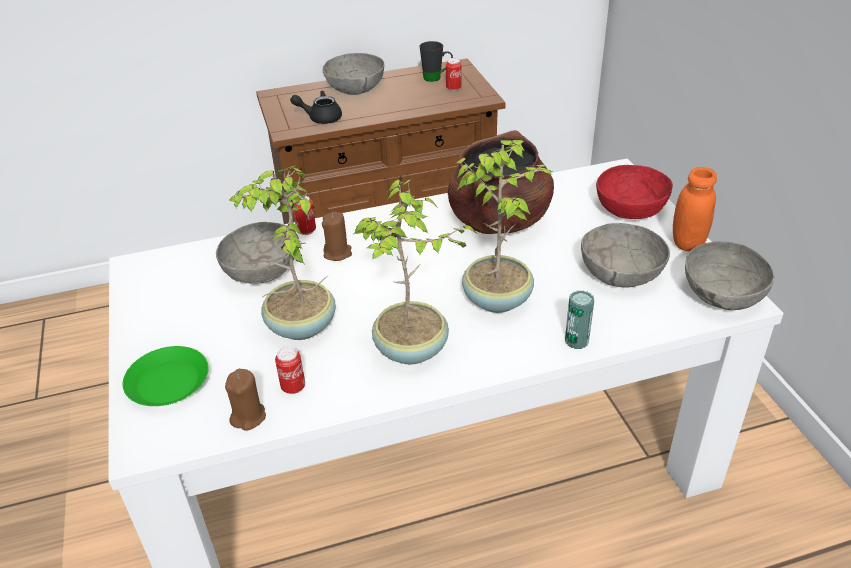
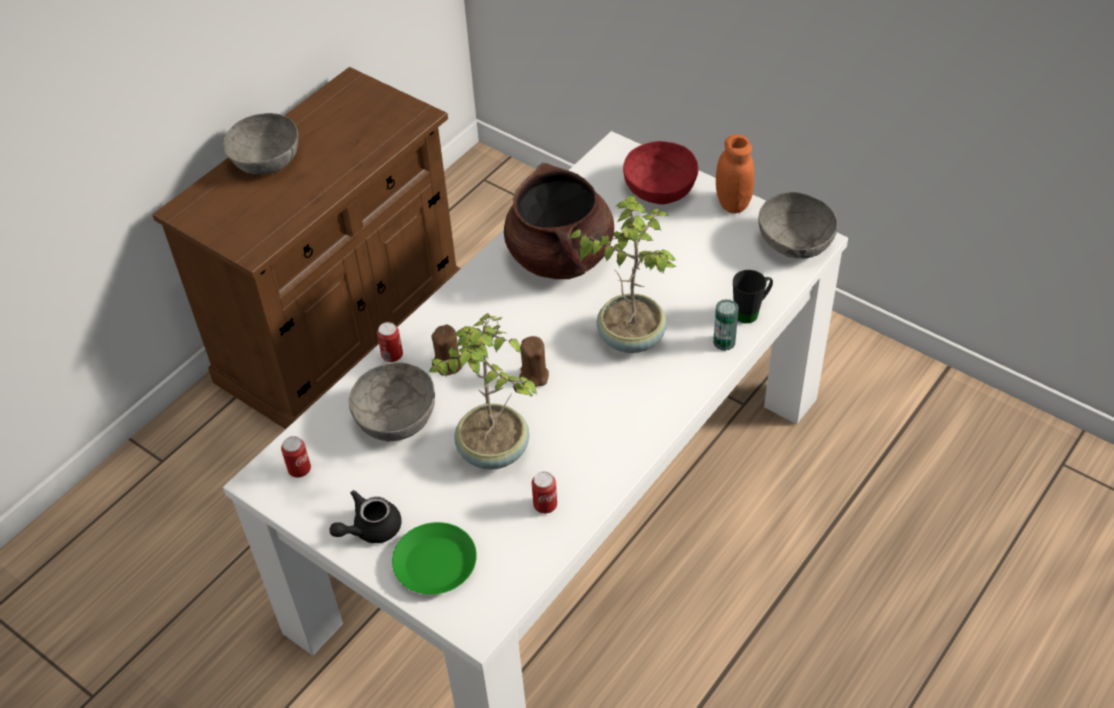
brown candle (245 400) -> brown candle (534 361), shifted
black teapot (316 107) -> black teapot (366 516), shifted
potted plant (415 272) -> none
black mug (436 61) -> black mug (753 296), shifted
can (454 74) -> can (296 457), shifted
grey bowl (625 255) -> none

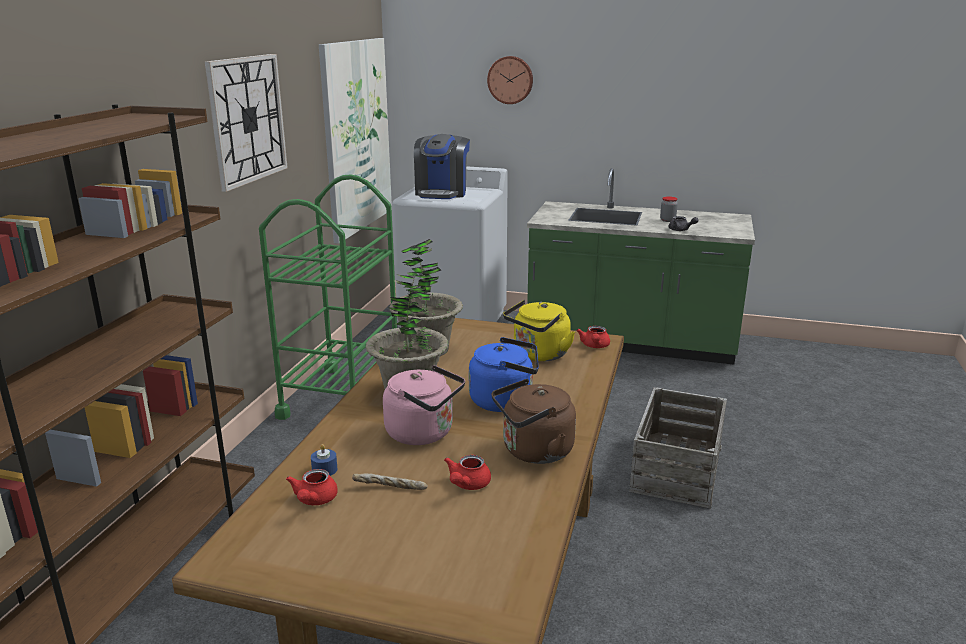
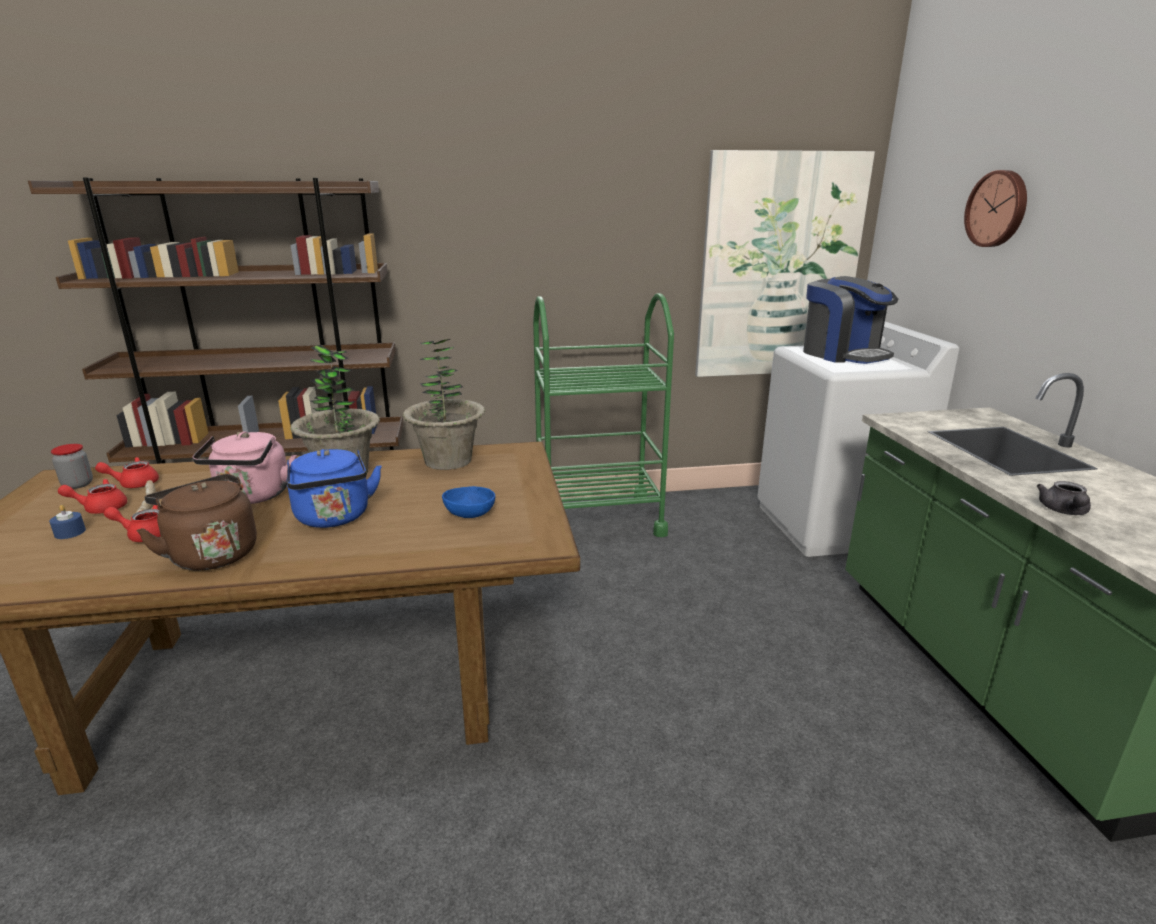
wall clock (246 123) -> none
blue candle (324 460) -> blue candle (67 522), shifted
coffee machine (442 166) -> coffee machine (850 320), 105 degrees counterclockwise
yellow kettle (539 330) -> blue bowl (468 502)
red teapot (593 337) -> red teapot (92 496), shifted
crate (678 448) -> none
jar (669 209) -> jar (72 466), shifted

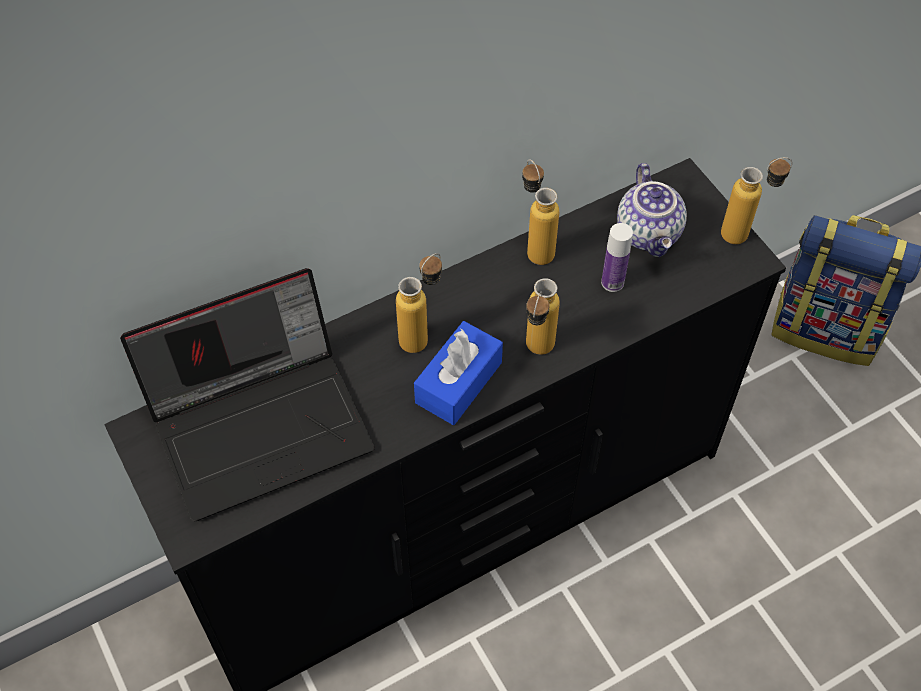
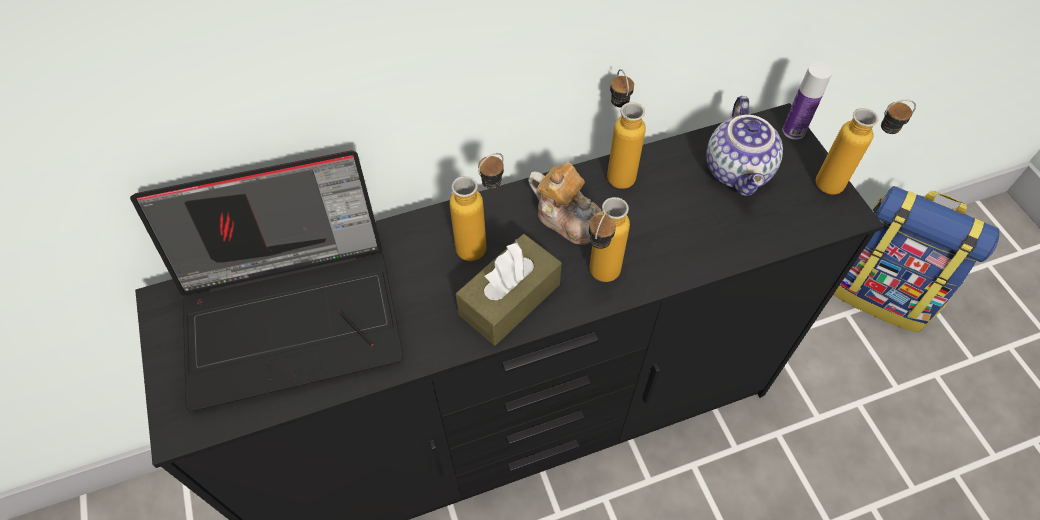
blue tissue box (458 373) -> brown tissue box (509 289)
bottle (617 257) -> bottle (807 101), shifted
none -> teapot (565 204)

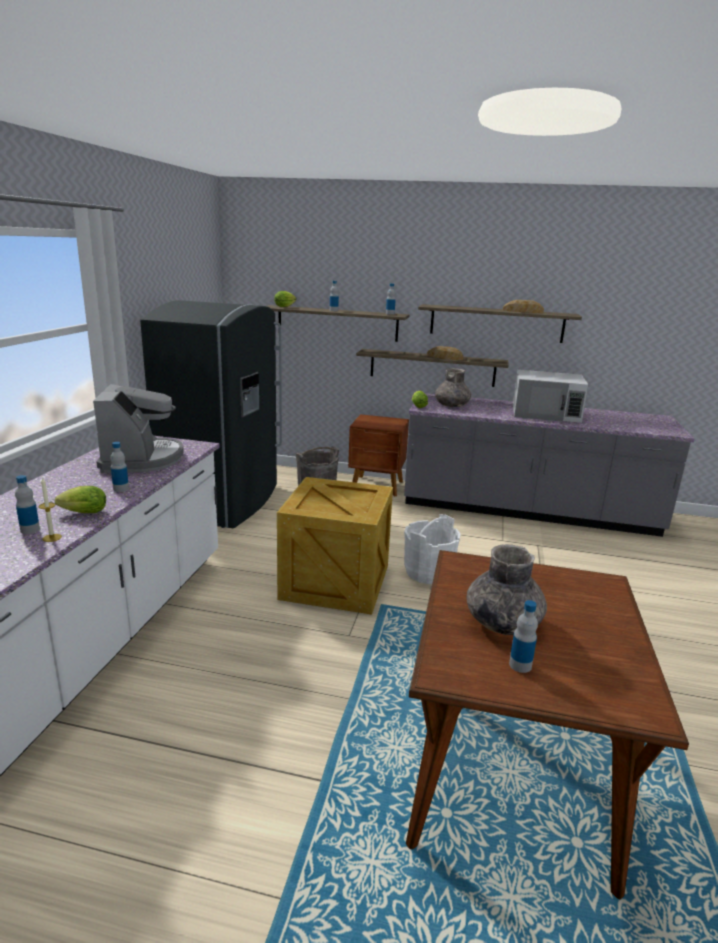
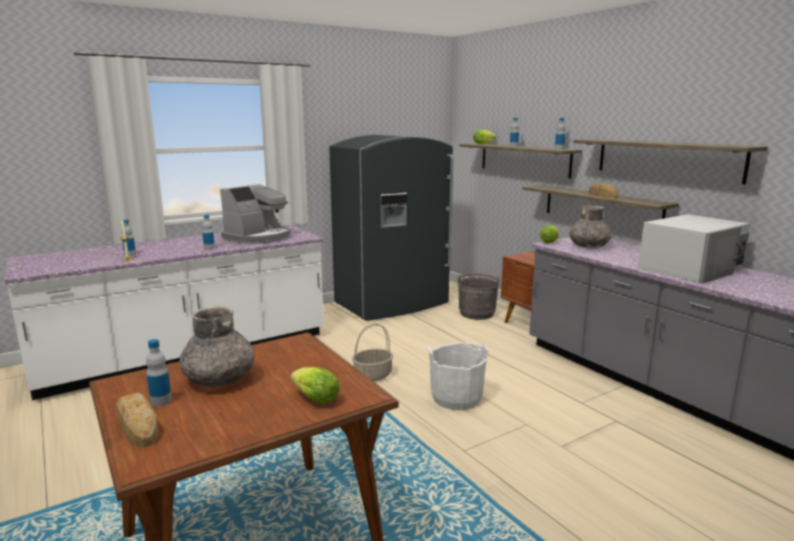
lettuce (80 499) -> lettuce (314 385), shifted
crate (335 545) -> basket (372 352)
bread (523 306) -> bread (137 420), shifted
white microwave (551 396) -> white microwave (694 249), 90 degrees counterclockwise

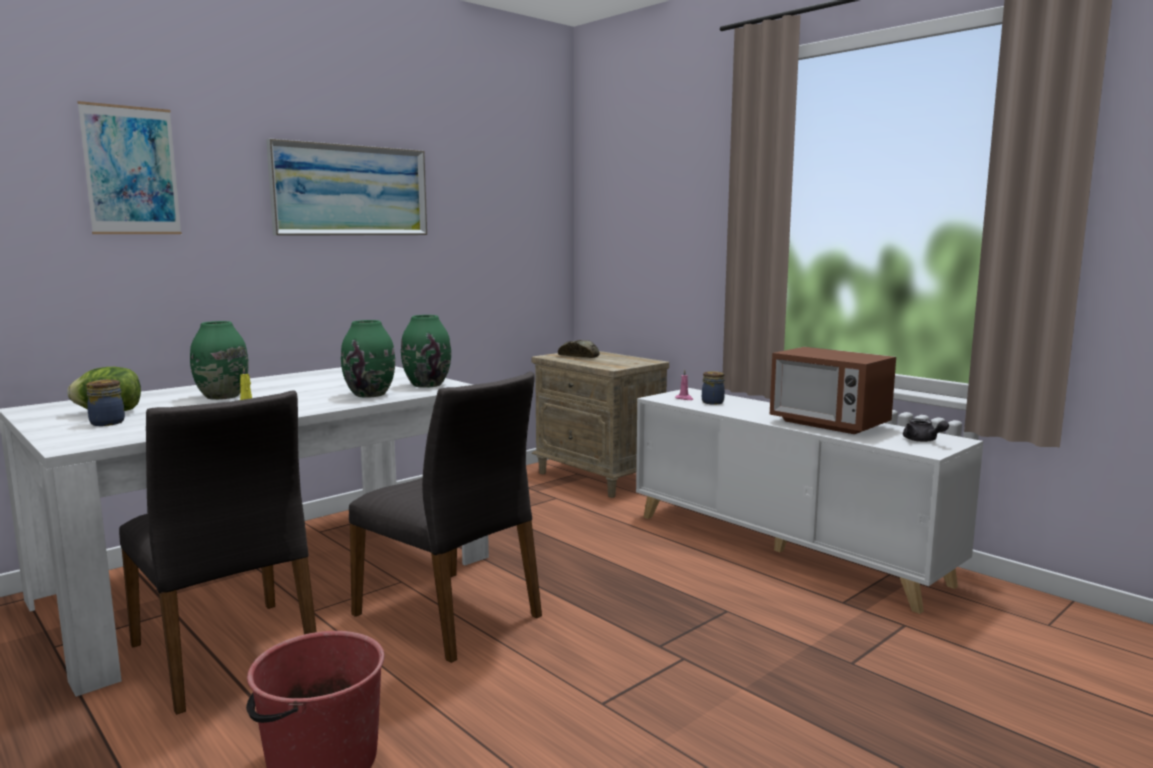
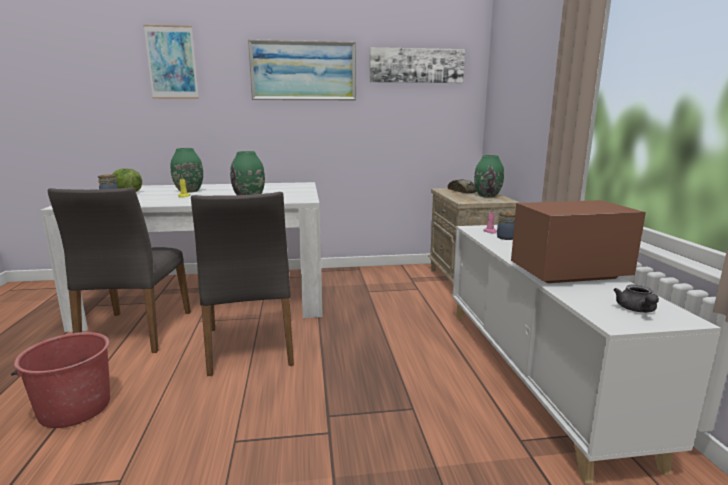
green vase (426 351) -> green vase (489 176), shifted
microwave (833 390) -> microwave (578 241), 90 degrees clockwise
none -> picture (417 65)

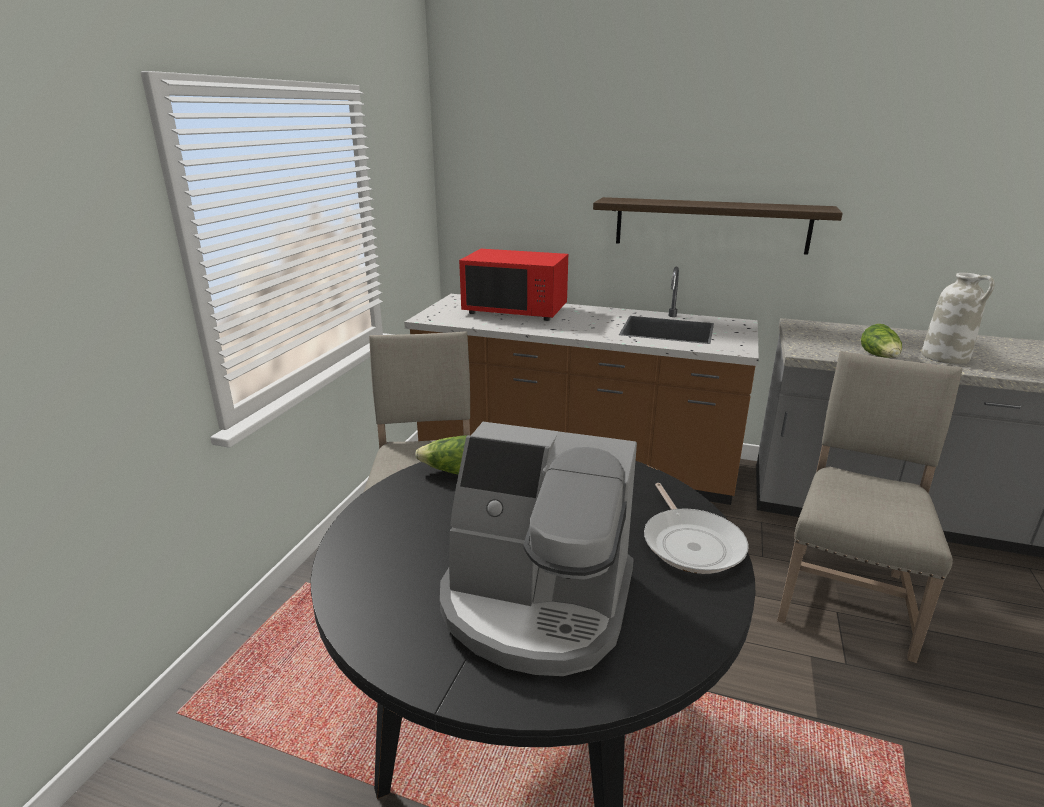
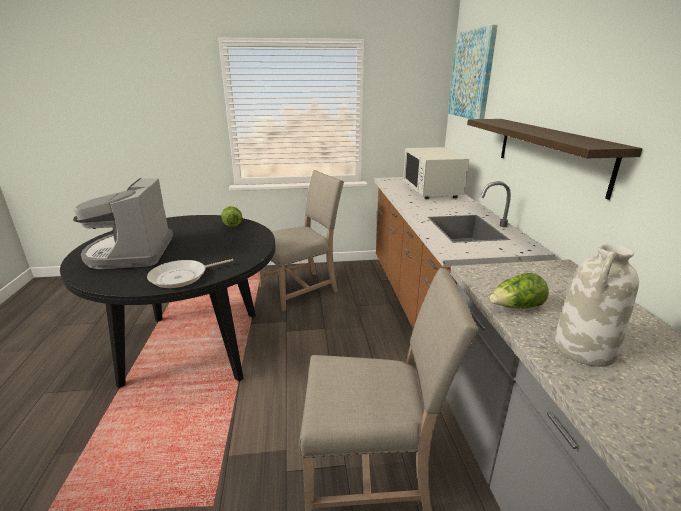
red microwave (513 285) -> white microwave (436 173)
none -> picture (473 72)

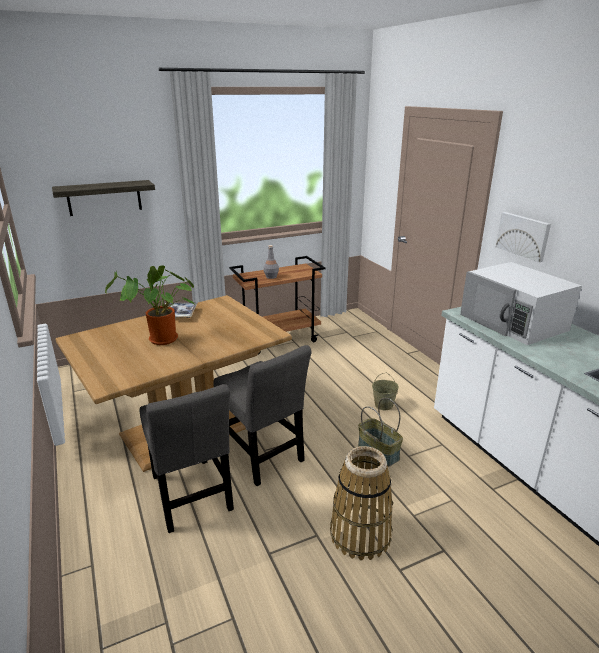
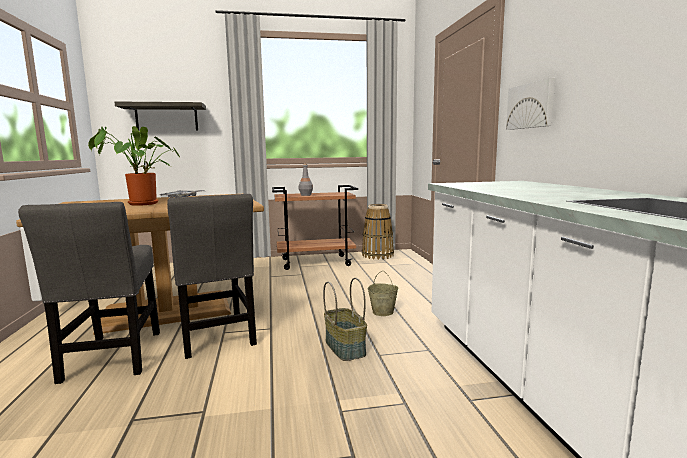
basket (361 503) -> basket (378 232), shifted
white microwave (521 303) -> none

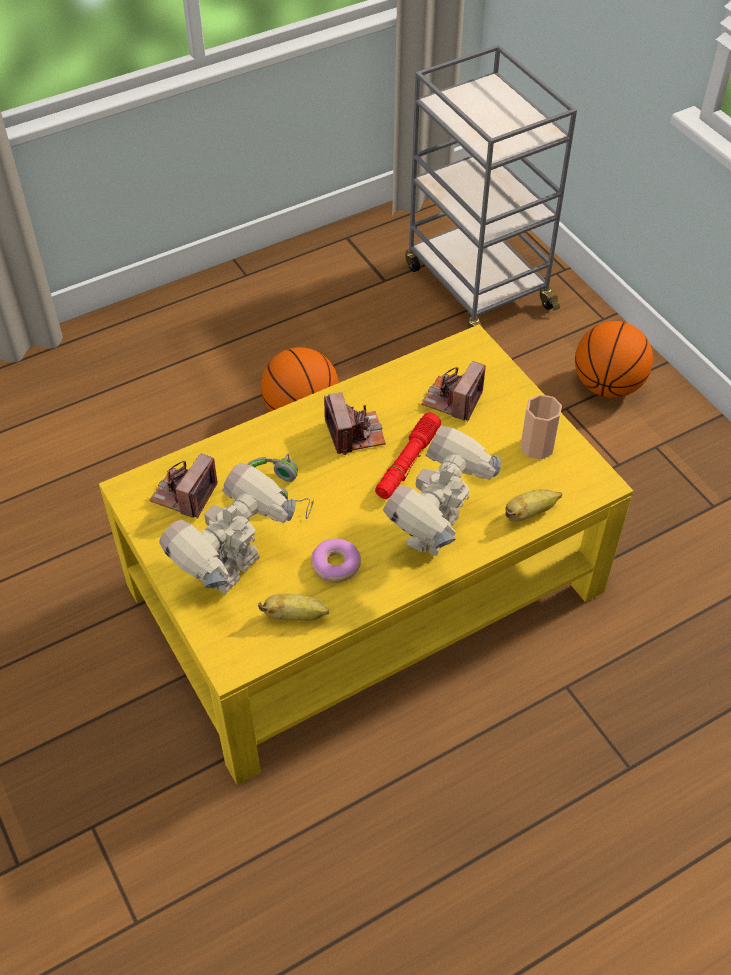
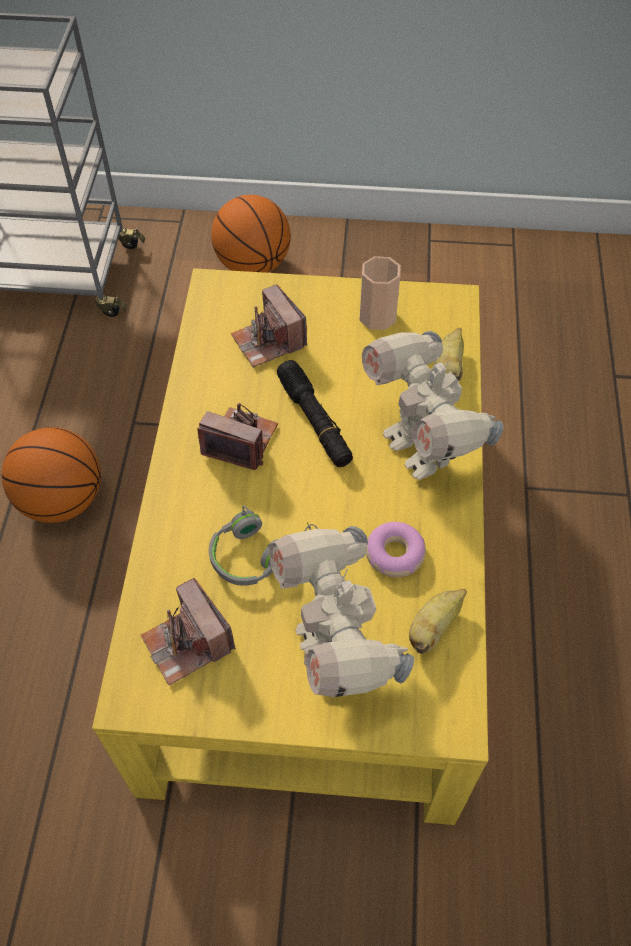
red flashlight (408 455) -> black flashlight (315 413)

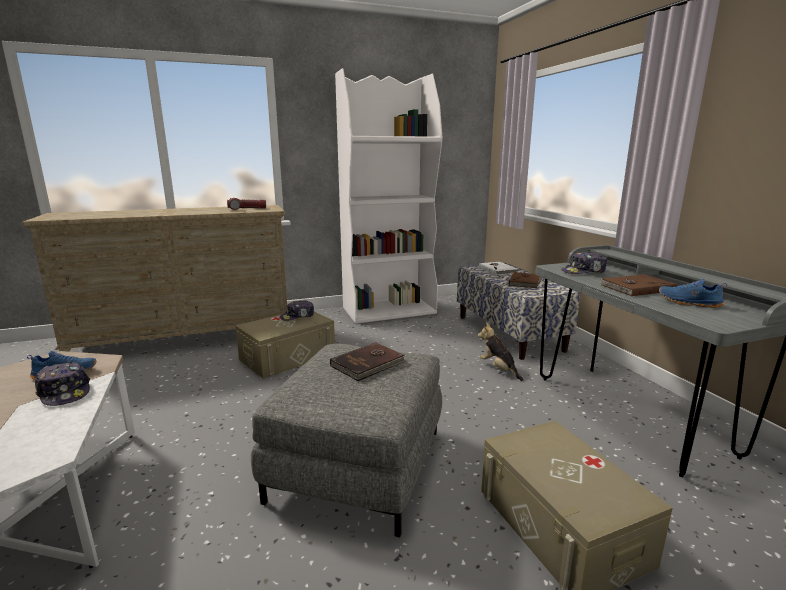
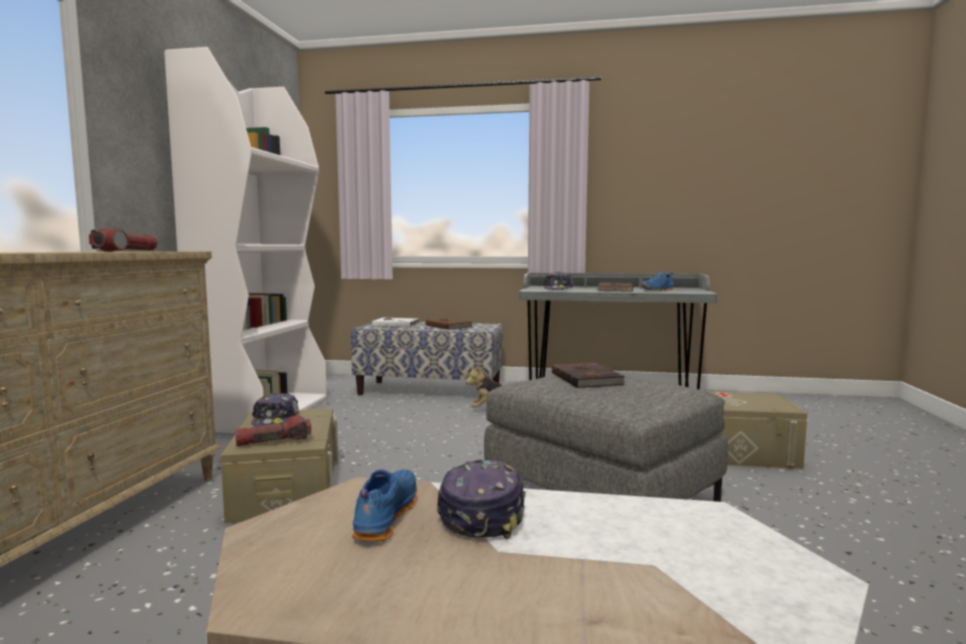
cap (62 384) -> cap (481 499), 75 degrees counterclockwise
none -> flashlight (273 430)

